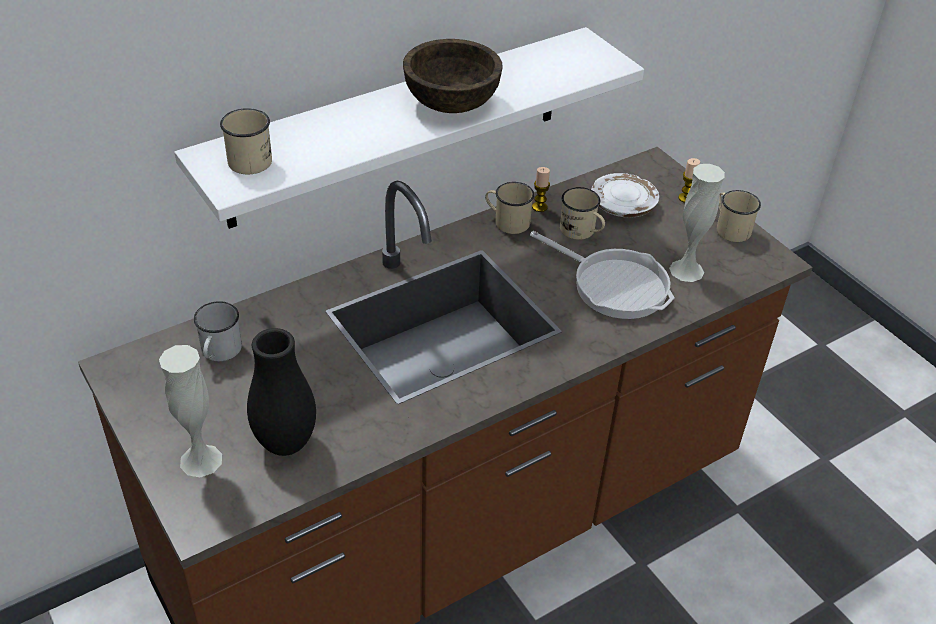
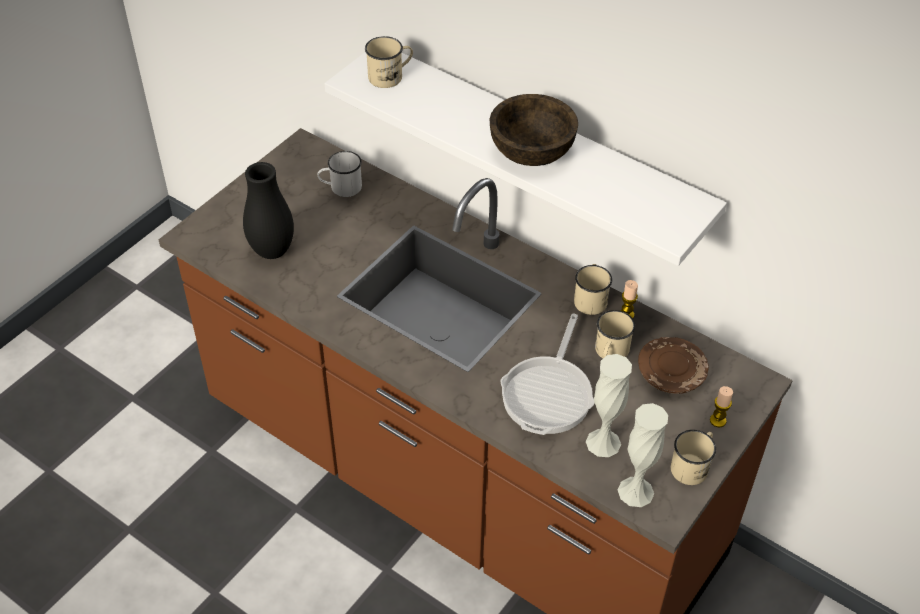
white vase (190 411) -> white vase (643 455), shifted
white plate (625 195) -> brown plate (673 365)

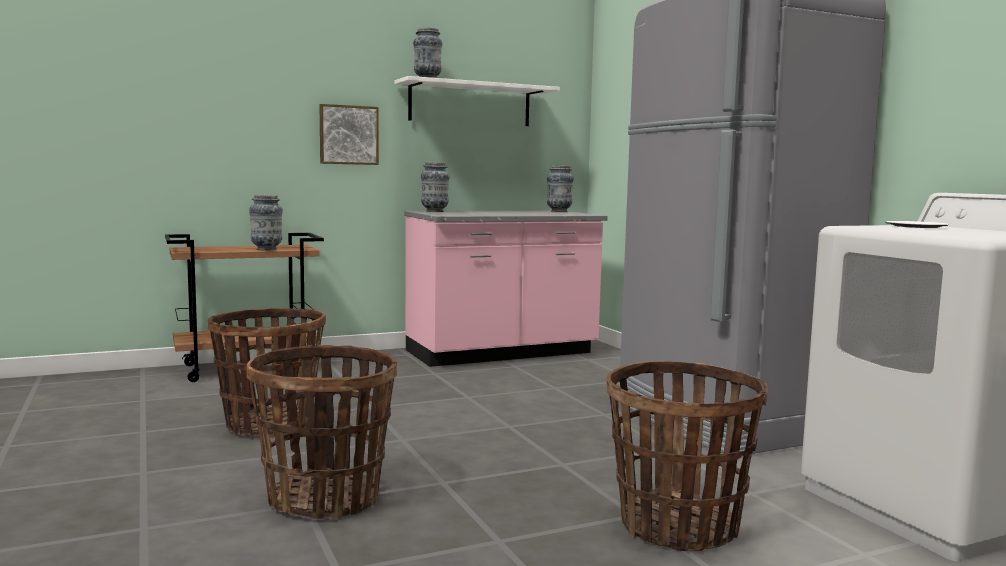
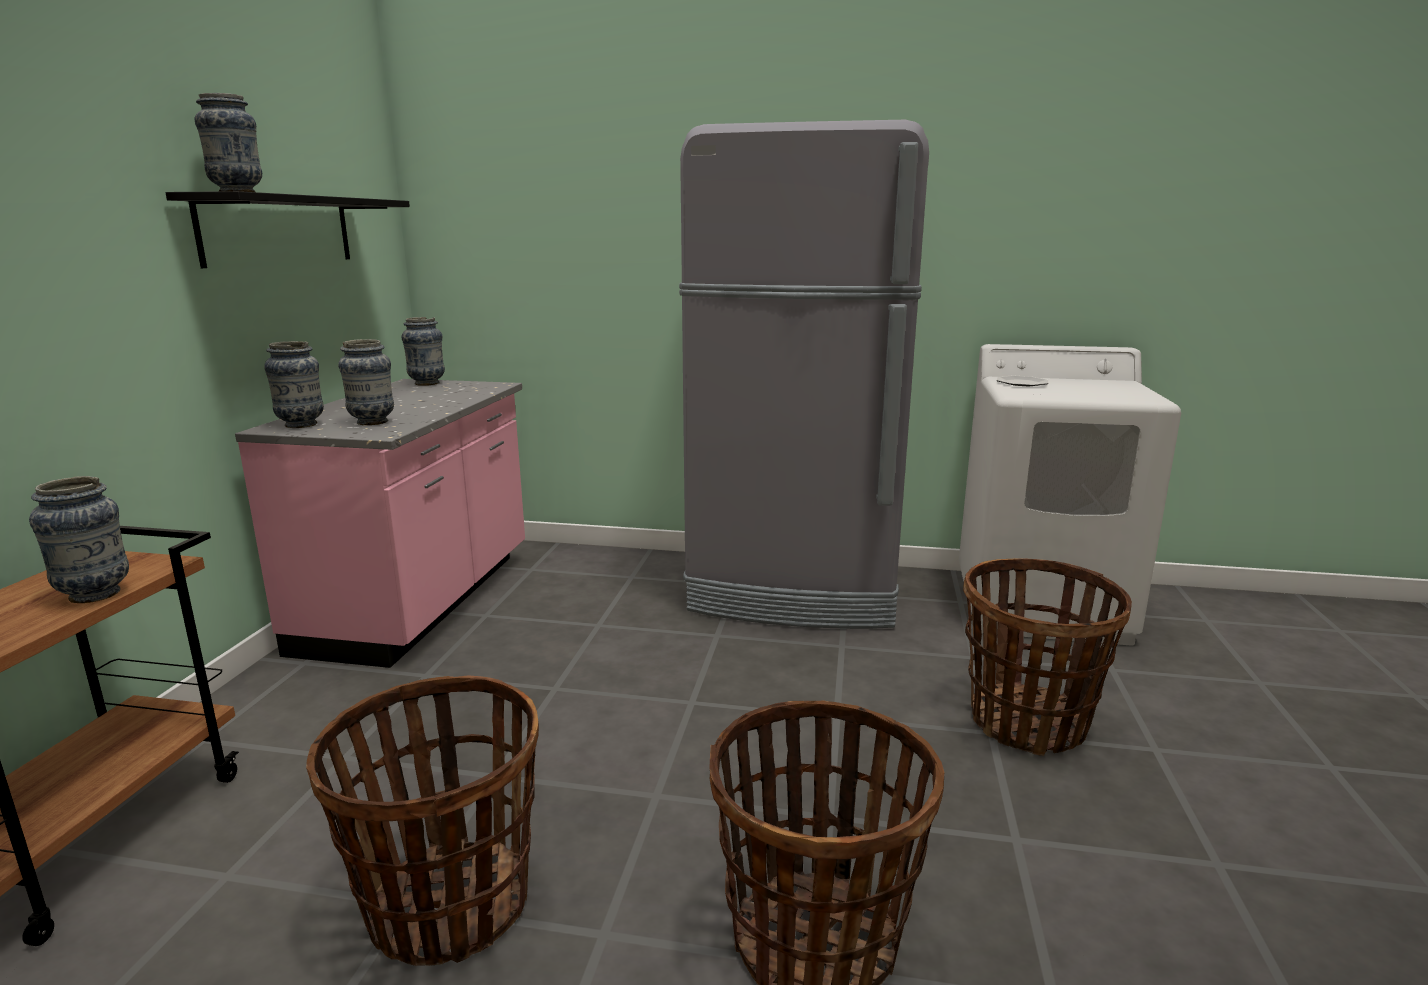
picture (349 134) -> none
white shelf (477 101) -> black shelf (287 229)
none -> vase (366 382)

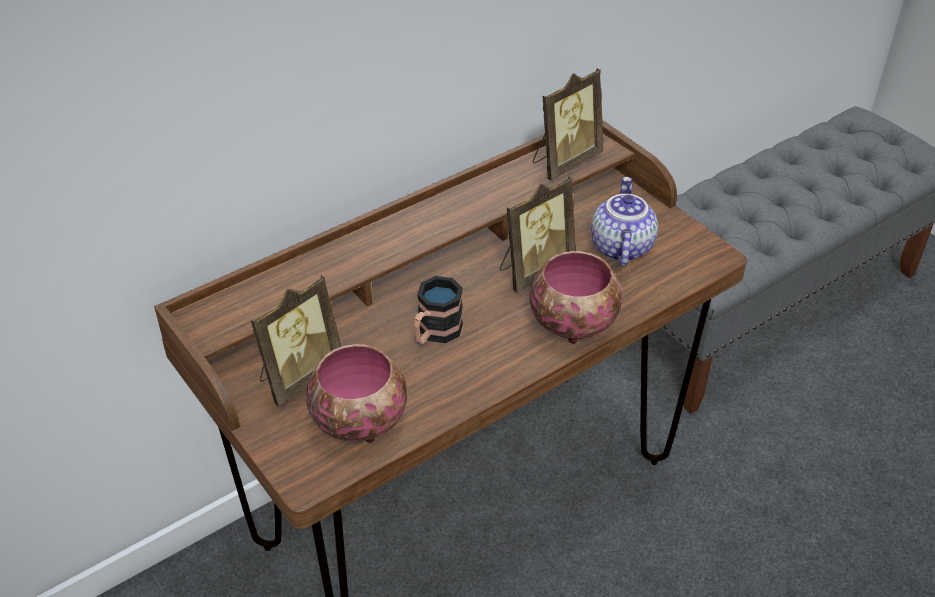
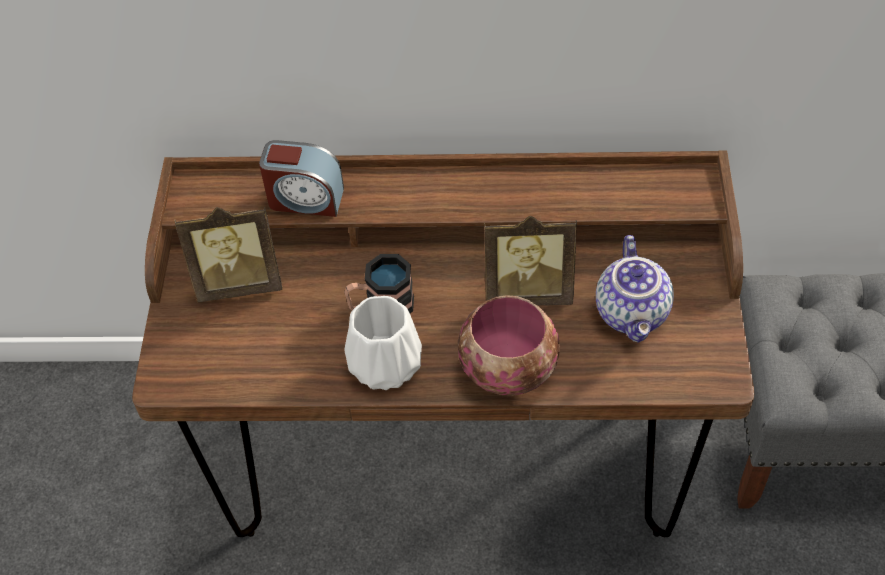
bowl (356 393) -> none
picture frame (568 124) -> none
teapot (624 222) -> teapot (635 289), 135 degrees clockwise
none -> alarm clock (301 178)
none -> white vase (383 343)

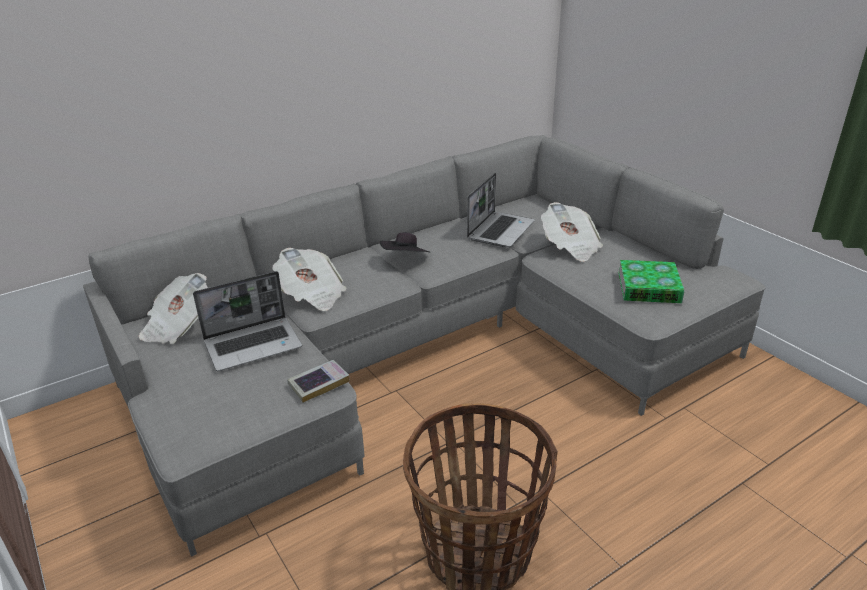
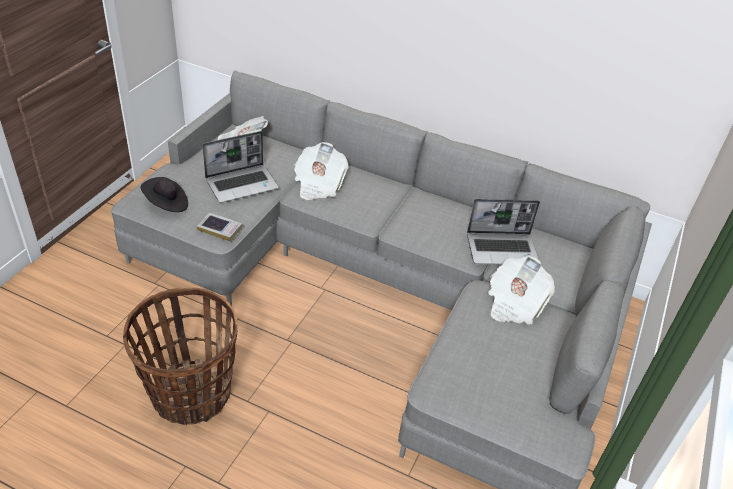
laptop (247 321) -> laptop (240 167), 60 degrees counterclockwise
black hat (405 242) -> black hat (164 194), shifted
book (651 281) -> none

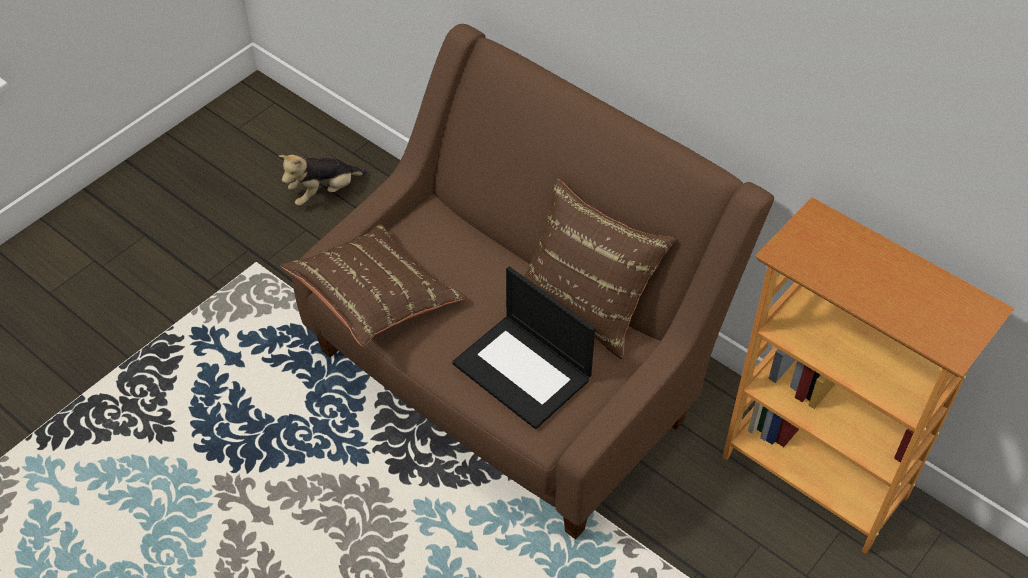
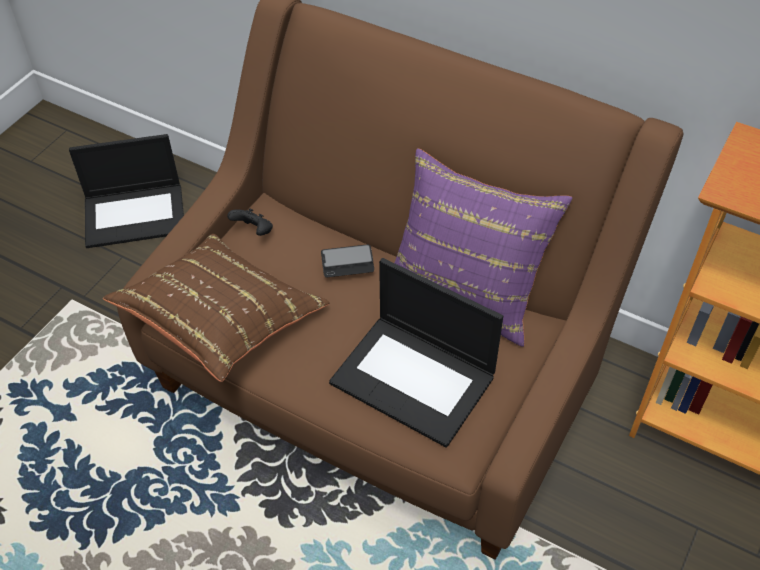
plush toy (323 180) -> laptop (126 191)
brown pillow (599 269) -> purple pillow (483 247)
none -> black game controller (250 222)
none -> phone (347 260)

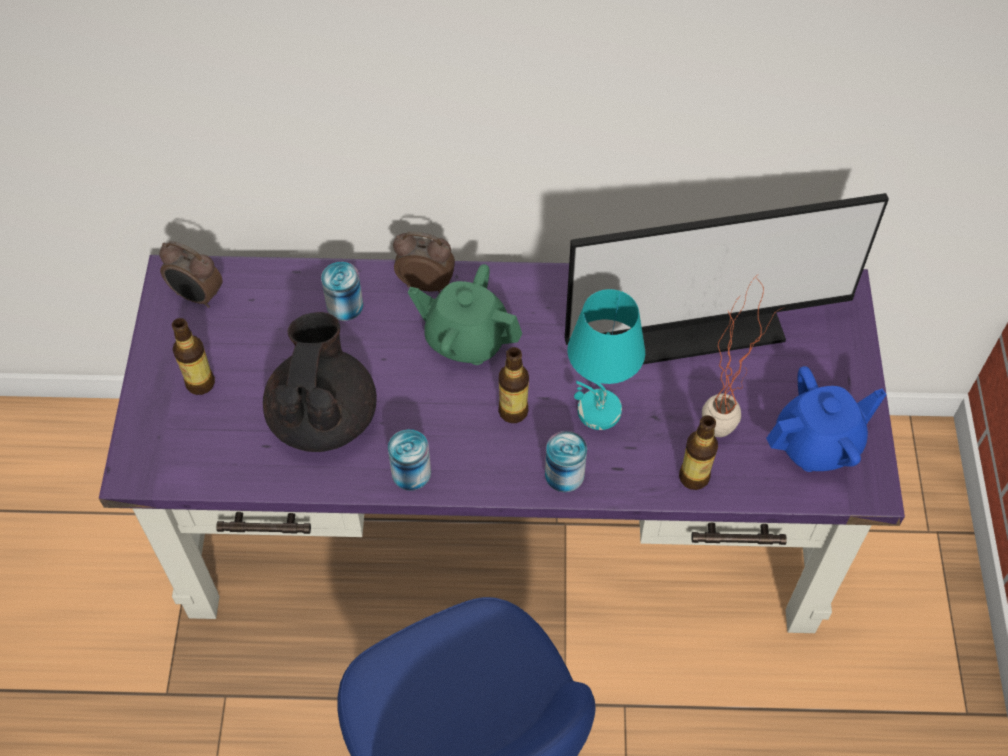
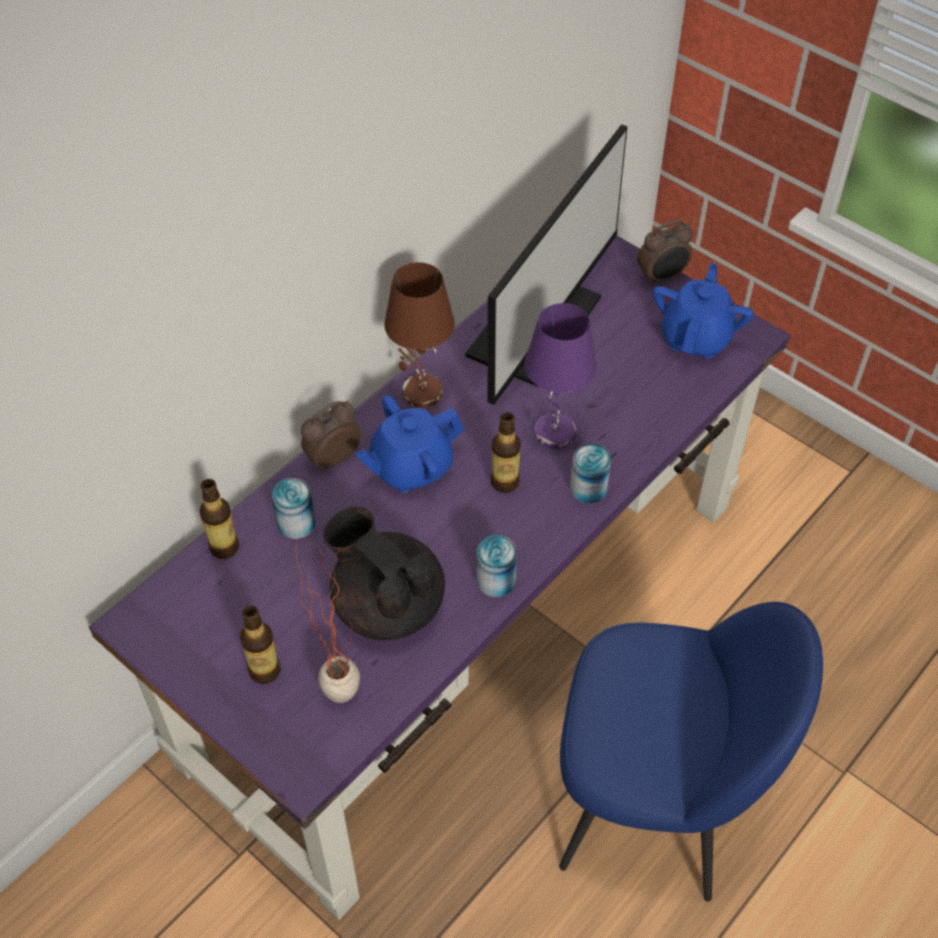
alarm clock (191 274) -> alarm clock (665 253), shifted
green teapot (465 314) -> blue teapot (409 444)
turquoise table lamp (606 359) -> purple table lamp (560 376)
bottle (698 452) -> bottle (219 519), shifted
potted plant (742 357) -> potted plant (328 622), shifted
none -> brown table lamp (419 335)

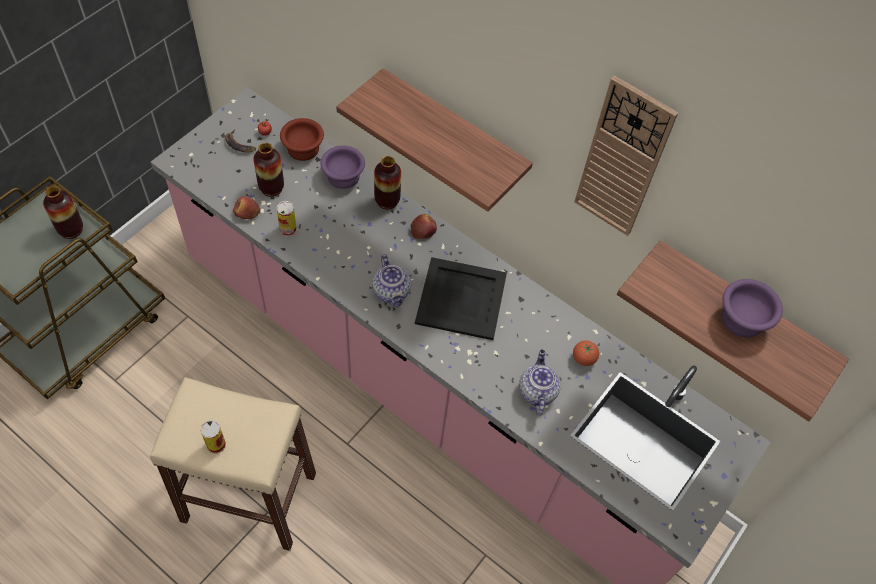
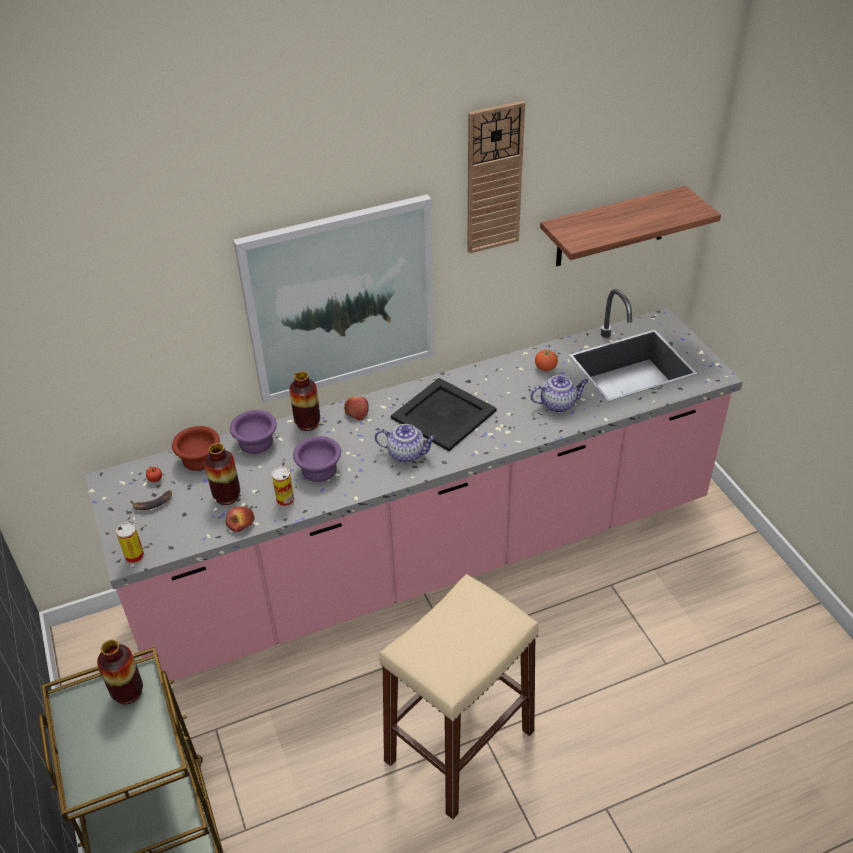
can (213 437) -> can (130 543), shifted
shelf (434 140) -> picture (334 298)
teapot (540 382) -> teapot (559 393), 135 degrees clockwise
purple bowl (752 308) -> purple bowl (317 459), shifted

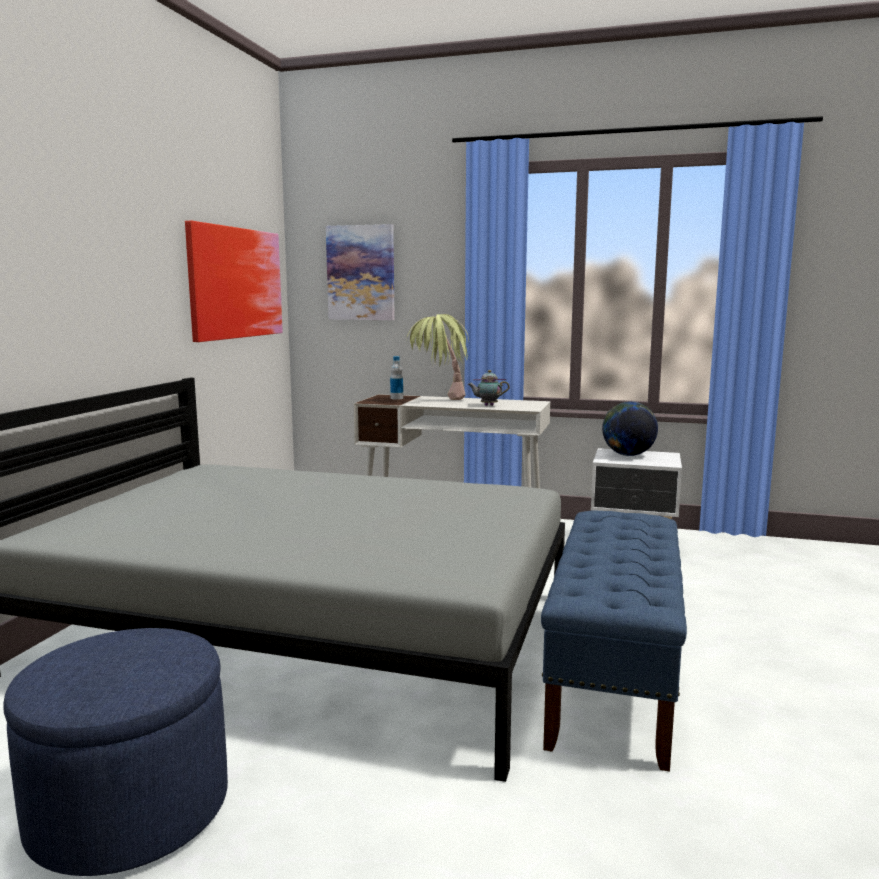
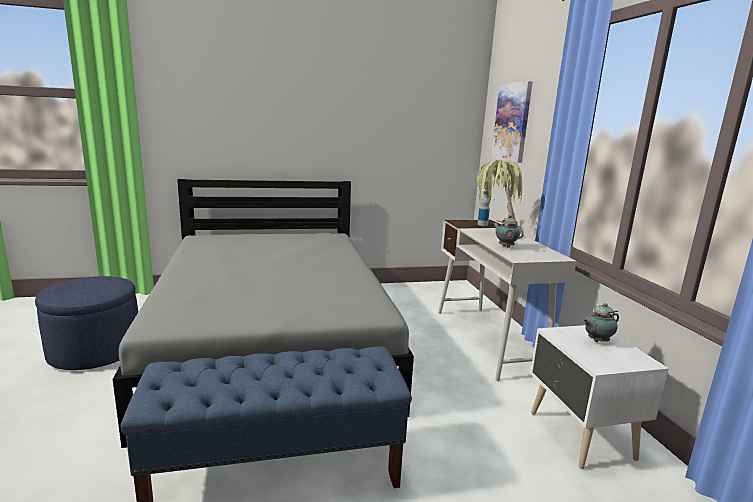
picture (234 281) -> none
globe (630 428) -> teapot (601 322)

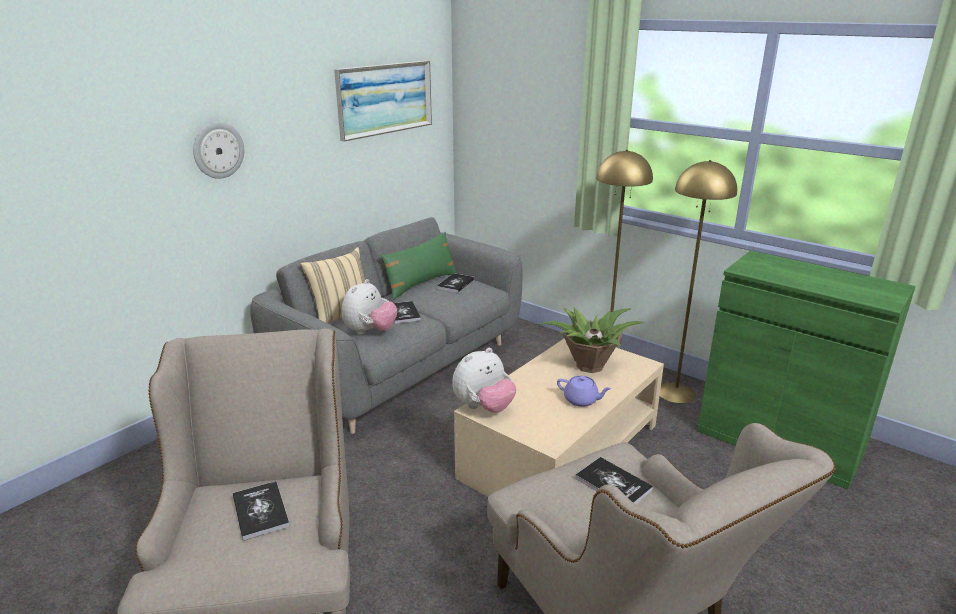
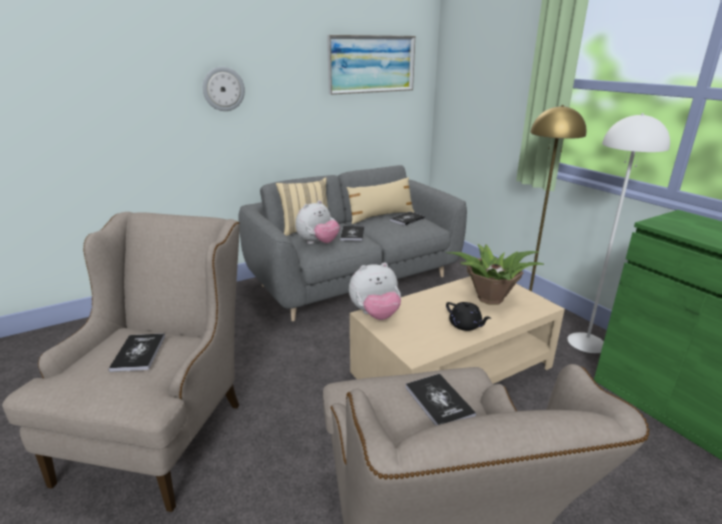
green pillow (419 266) -> beige pillow (380 200)
purple teapot (584 391) -> black teapot (468 316)
yellow floor lamp (698 281) -> white floor lamp (618 233)

